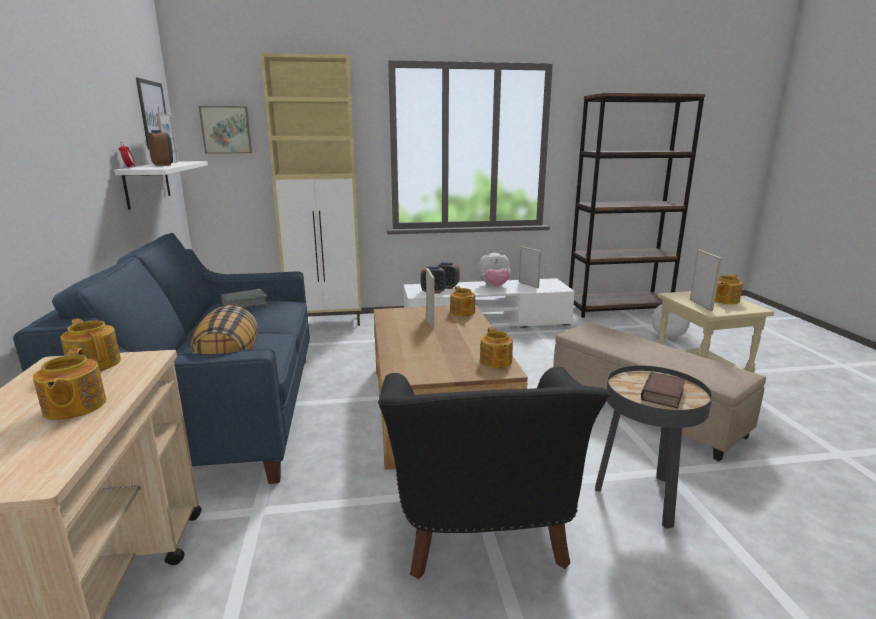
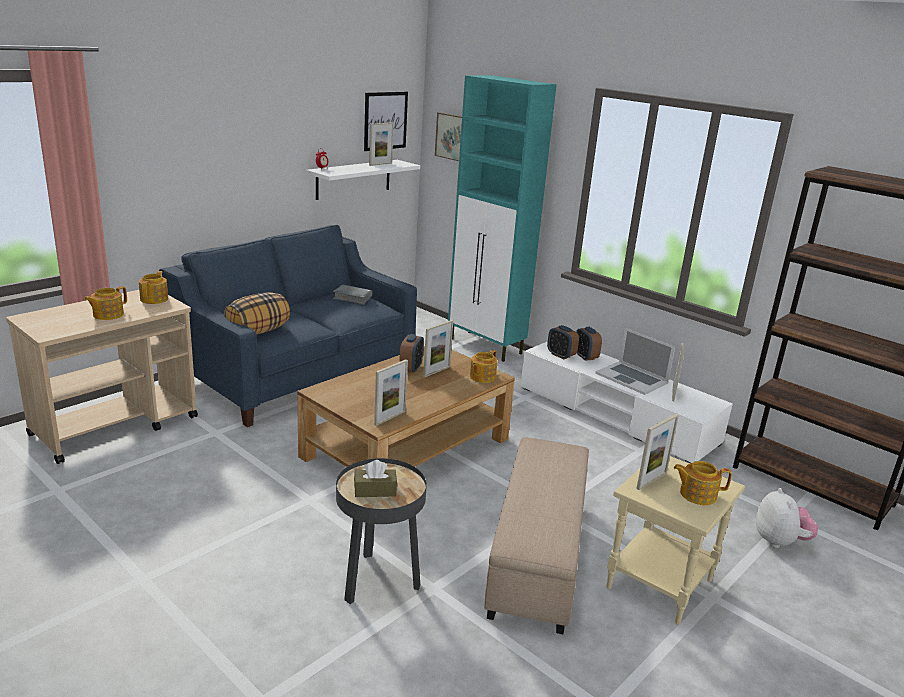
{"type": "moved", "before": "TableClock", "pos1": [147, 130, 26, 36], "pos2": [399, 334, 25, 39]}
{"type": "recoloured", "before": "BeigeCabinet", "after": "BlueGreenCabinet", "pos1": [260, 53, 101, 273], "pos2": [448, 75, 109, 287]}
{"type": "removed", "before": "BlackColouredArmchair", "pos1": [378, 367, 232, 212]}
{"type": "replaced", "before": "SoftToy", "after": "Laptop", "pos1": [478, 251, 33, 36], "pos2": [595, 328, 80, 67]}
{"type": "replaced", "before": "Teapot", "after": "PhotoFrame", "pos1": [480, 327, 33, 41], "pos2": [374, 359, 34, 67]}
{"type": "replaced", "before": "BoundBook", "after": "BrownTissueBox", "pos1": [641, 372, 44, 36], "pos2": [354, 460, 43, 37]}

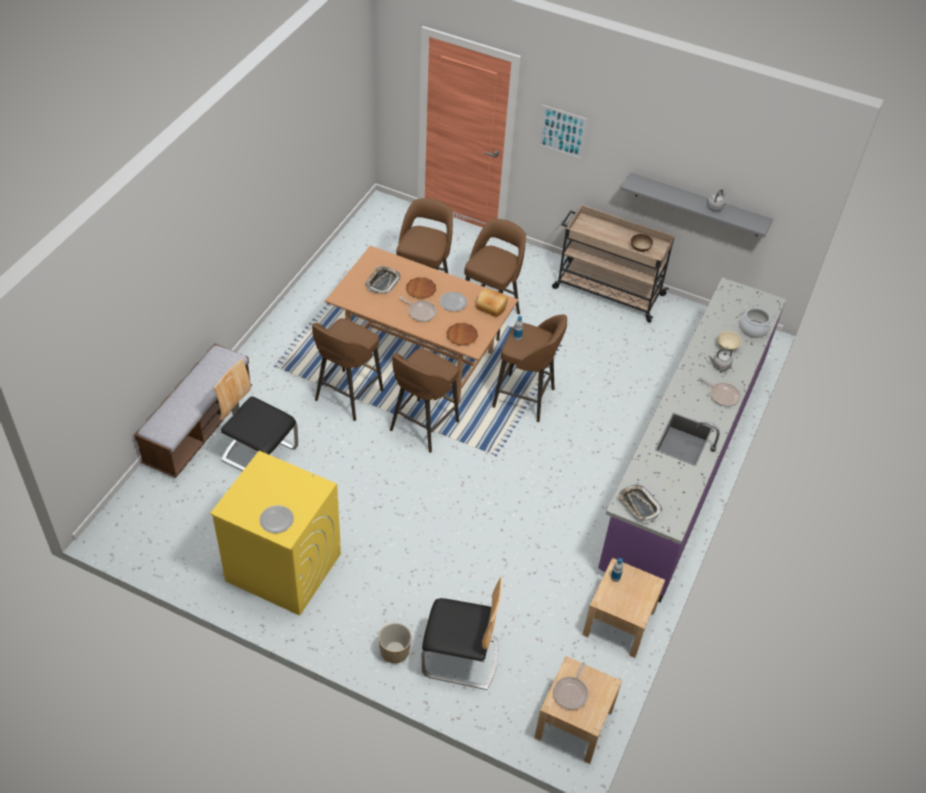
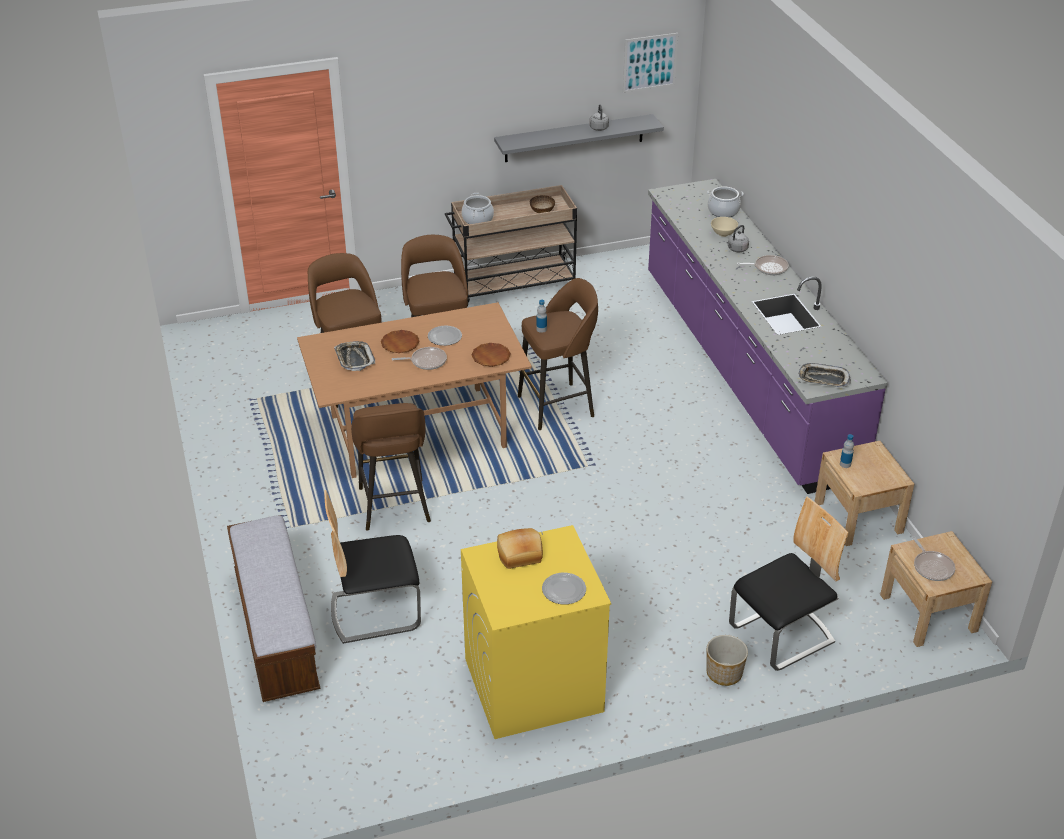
{"type": "removed", "before": "BrownSittingStool", "pos1": [390, 348, 69, 105]}
{"type": "moved", "before": "Bread", "pos1": [476, 289, 32, 28], "pos2": [497, 528, 46, 41]}
{"type": "moved", "before": "WallArt", "pos1": [538, 105, 50, 55], "pos2": [623, 33, 55, 60]}
{"type": "added", "after": "Stockpot", "pos2": [462, 193, 32, 31]}

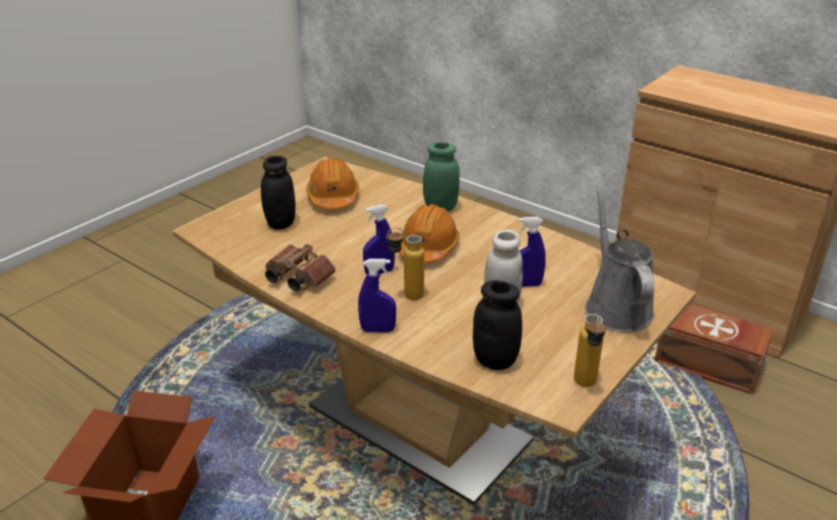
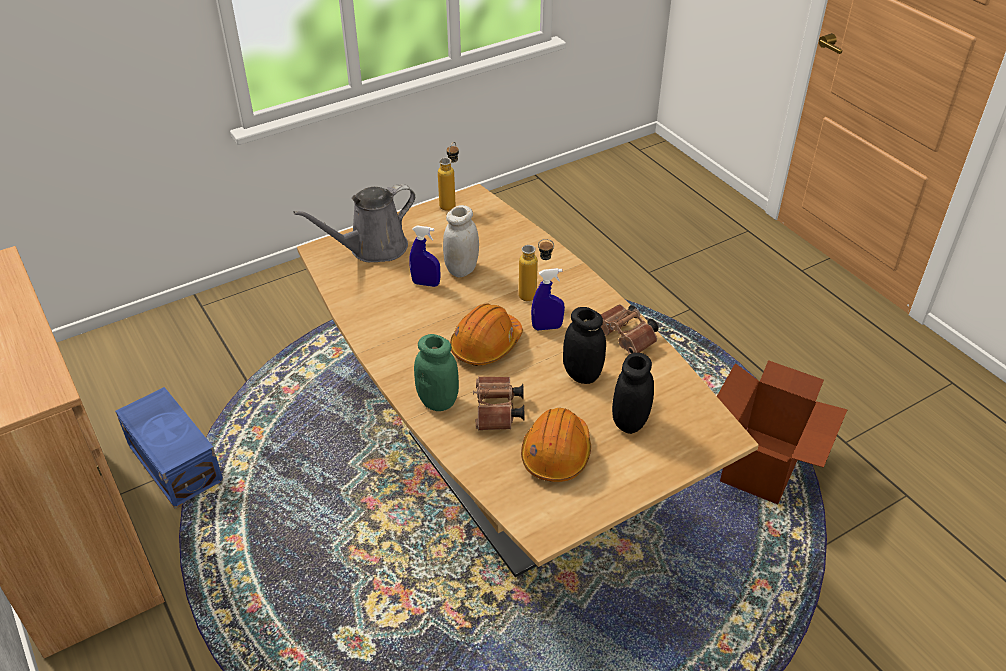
{"type": "removed", "before": "BlueSprayer", "pos1": [358, 259, 38, 74]}
{"type": "moved", "before": "BlackColouredJar", "pos1": [473, 280, 49, 90], "pos2": [563, 307, 43, 77]}
{"type": "turned", "before": "GreyWateringCan", "pos1": [585, 189, 69, 143], "pos2": [293, 184, 122, 78], "turn": 45}
{"type": "recoloured", "before": "BrownStorageBox", "after": "BlueStorageBox", "pos1": [654, 304, 120, 91], "pos2": [115, 387, 108, 122]}
{"type": "added", "after": "BrownFieldGlasses", "pos2": [473, 376, 51, 55]}

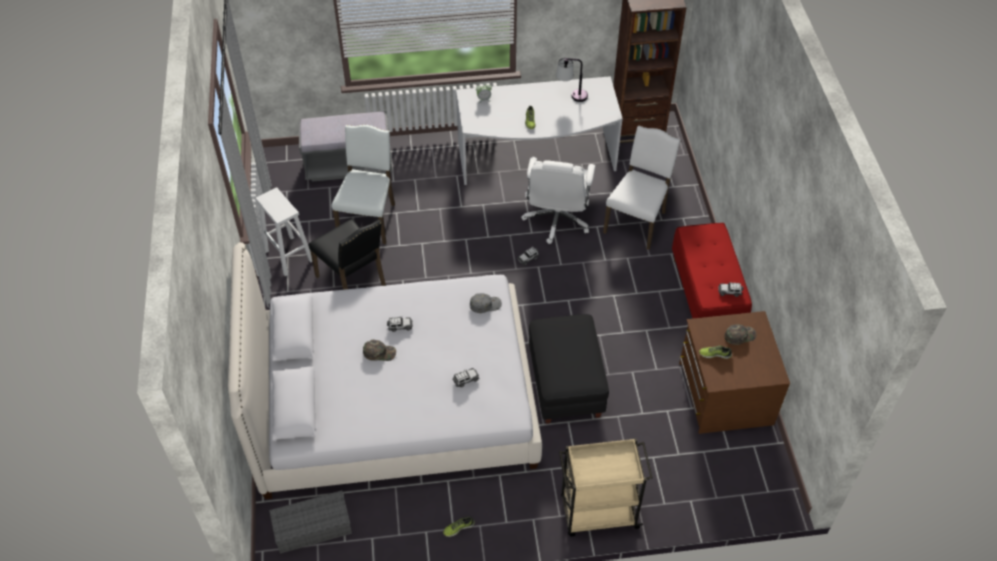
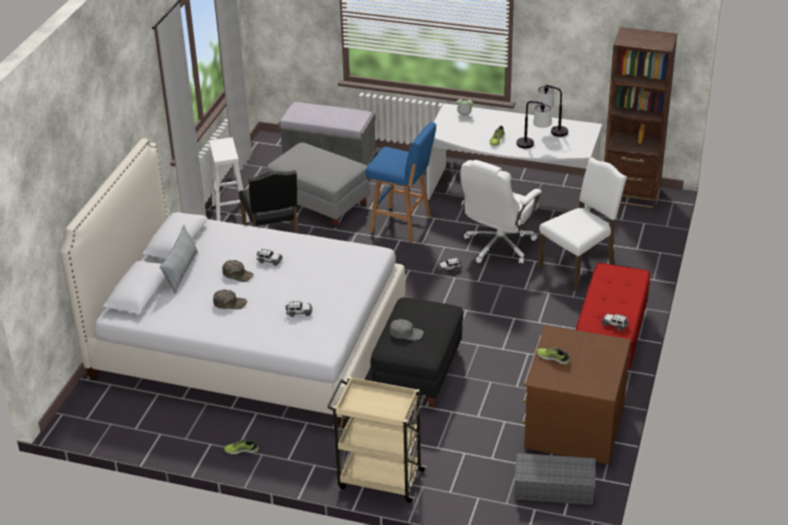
{"type": "moved", "before": "GreyStorageBox", "pos1": [269, 490, 83, 64], "pos2": [515, 453, 80, 52]}
{"type": "replaced", "before": "WhiteColouredChair", "after": "GreyFootrest", "pos1": [331, 125, 64, 119], "pos2": [267, 142, 103, 86]}
{"type": "moved", "before": "GreyCap", "pos1": [470, 293, 32, 20], "pos2": [390, 319, 33, 21]}
{"type": "moved", "before": "GreenColouredCap", "pos1": [725, 324, 32, 21], "pos2": [213, 289, 34, 20]}
{"type": "added", "after": "Pillow", "pos2": [160, 225, 38, 69]}
{"type": "added", "after": "BlueSittingStool", "pos2": [365, 122, 71, 121]}
{"type": "added", "after": "TabletopLamp", "pos2": [517, 101, 35, 47]}

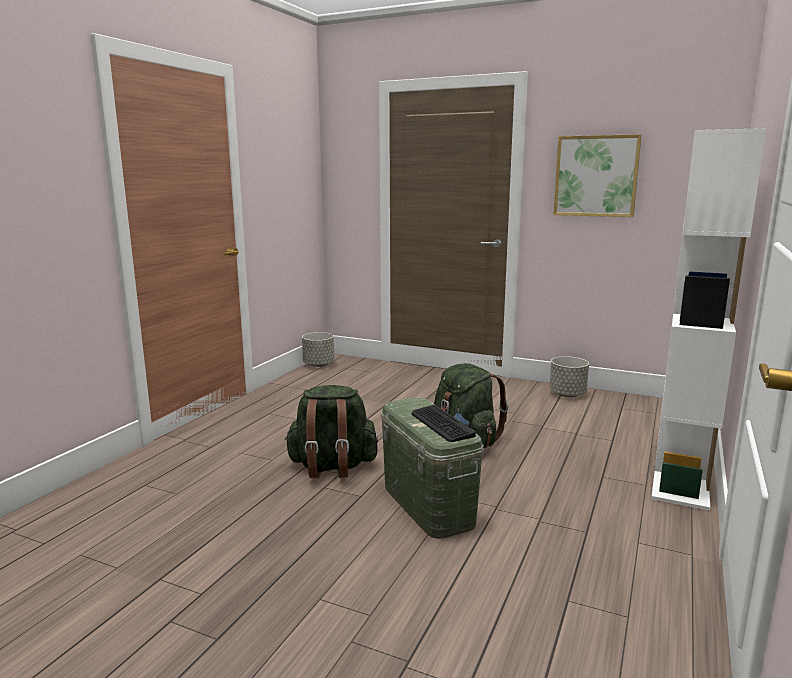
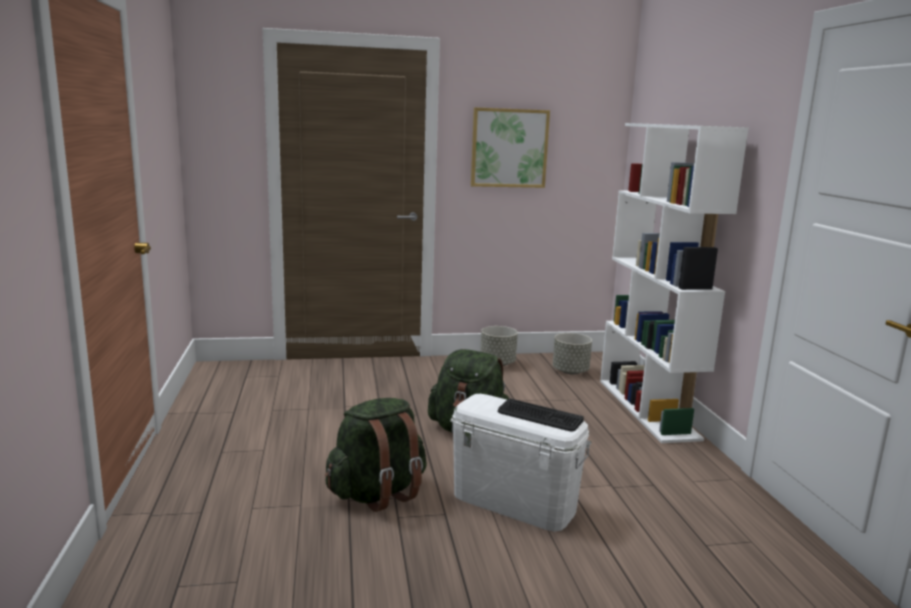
{"type": "moved", "before": "GreyFlowerPot", "pos1": [302, 332, 32, 35], "pos2": [553, 333, 39, 41]}
{"type": "recoloured", "before": "GreenColouredStorageBox", "after": "WhiteColouredStorageBox", "pos1": [381, 397, 103, 142], "pos2": [450, 394, 141, 138]}

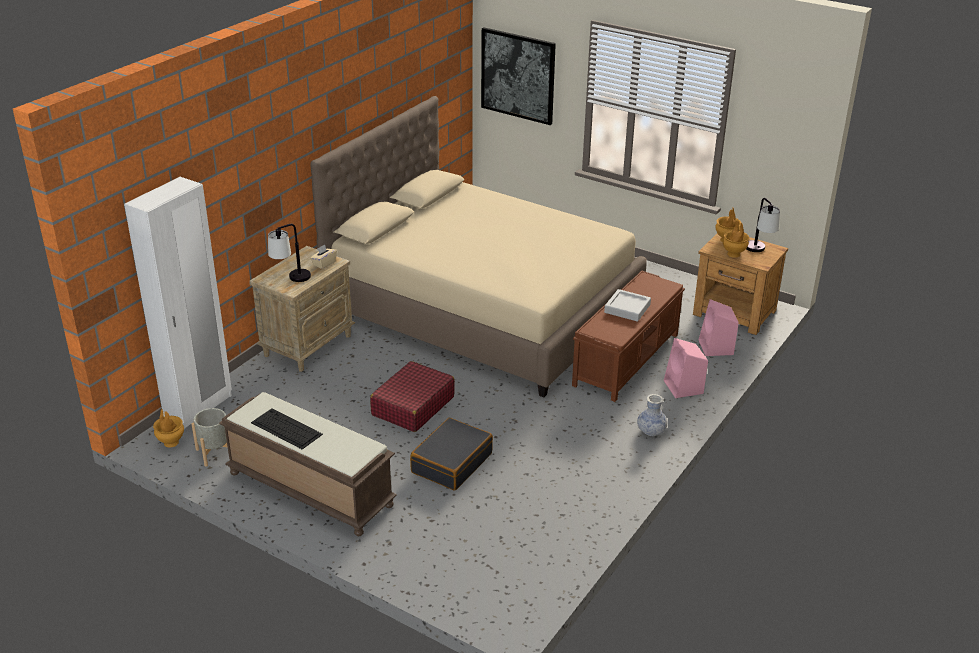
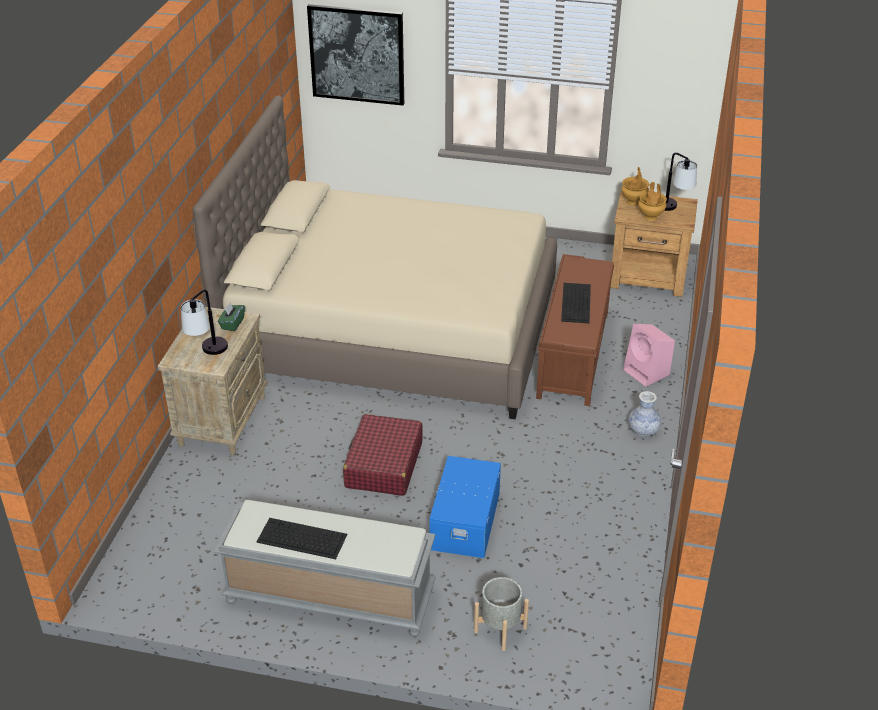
{"type": "removed", "before": "WhiteColouredWardrobe", "pos1": [124, 177, 108, 252]}
{"type": "removed", "before": "BrownVase", "pos1": [153, 409, 31, 38]}
{"type": "moved", "before": "GreyFlowerPot", "pos1": [191, 408, 37, 59], "pos2": [474, 577, 55, 74]}
{"type": "recoloured", "before": "BrownLongSeat", "after": "GreyLongSeat", "pos1": [219, 392, 178, 144], "pos2": [214, 500, 222, 137]}
{"type": "recoloured", "before": "BeigeTissueBox", "after": "GreenColouredTissueBox", "pos1": [310, 245, 27, 24], "pos2": [218, 302, 27, 29]}
{"type": "replaced", "before": "BlackColouredTravelCase", "after": "BlueStorageBox", "pos1": [410, 418, 83, 73], "pos2": [429, 456, 72, 102]}
{"type": "replaced", "before": "GreyCarryingTray", "after": "ComputerKeyboard", "pos1": [604, 289, 47, 33], "pos2": [561, 283, 30, 40]}
{"type": "removed", "before": "PinkColouredLoudspeaker", "pos1": [699, 299, 40, 57]}

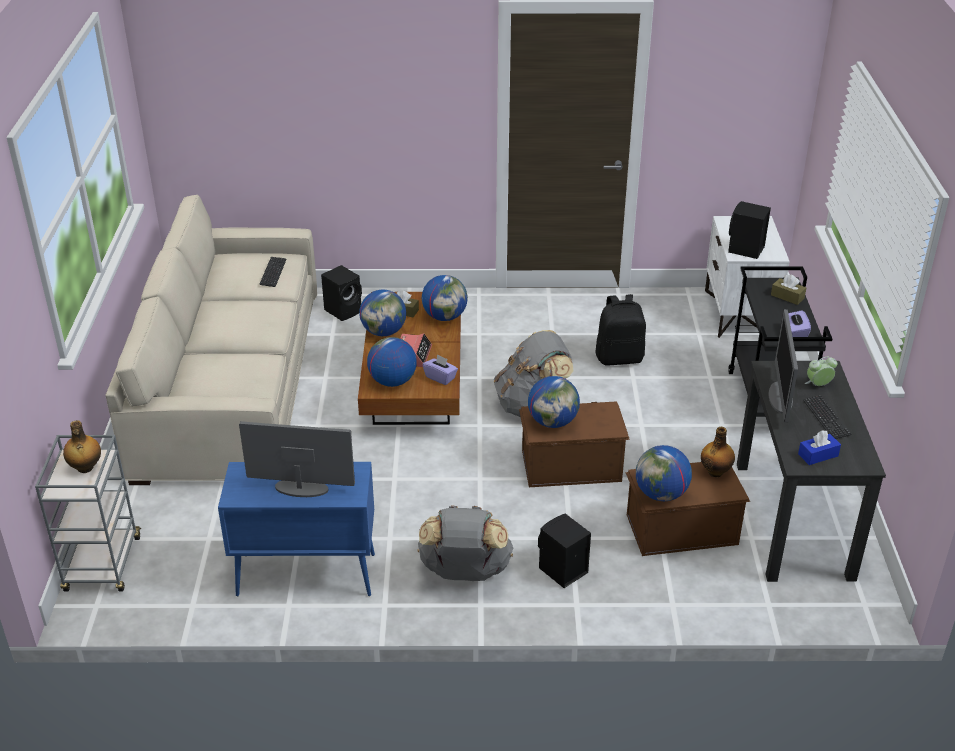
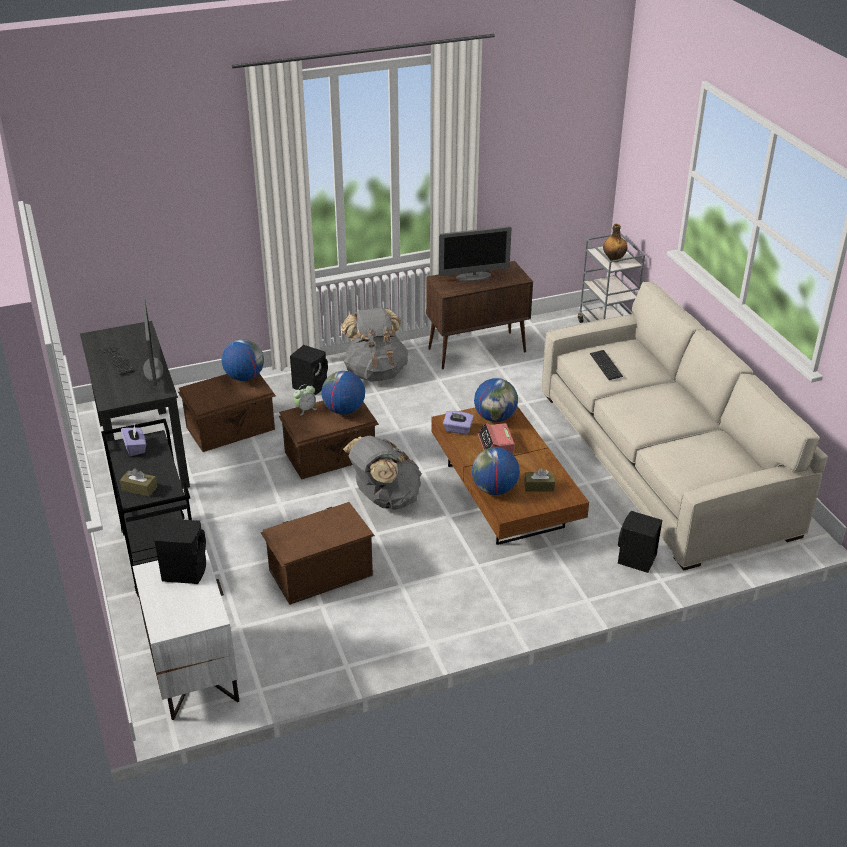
{"type": "recoloured", "before": "BlueCabinet", "after": "BrownCabinet", "pos1": [218, 462, 157, 134], "pos2": [426, 261, 107, 108]}
{"type": "moved", "before": "ComputerKeyboard", "pos1": [260, 257, 26, 30], "pos2": [590, 350, 33, 30]}
{"type": "removed", "before": "DeskGlobe", "pos1": [360, 289, 46, 47]}
{"type": "replaced", "before": "BlackColouredKnapsack", "after": "BrownStorageBox", "pos1": [595, 294, 51, 72], "pos2": [261, 502, 114, 103]}
{"type": "removed", "before": "DrinkBottle", "pos1": [701, 427, 34, 50]}
{"type": "removed", "before": "BlueTissueBox", "pos1": [798, 430, 43, 35]}
{"type": "moved", "before": "TableClock", "pos1": [804, 357, 34, 29], "pos2": [293, 384, 24, 31]}

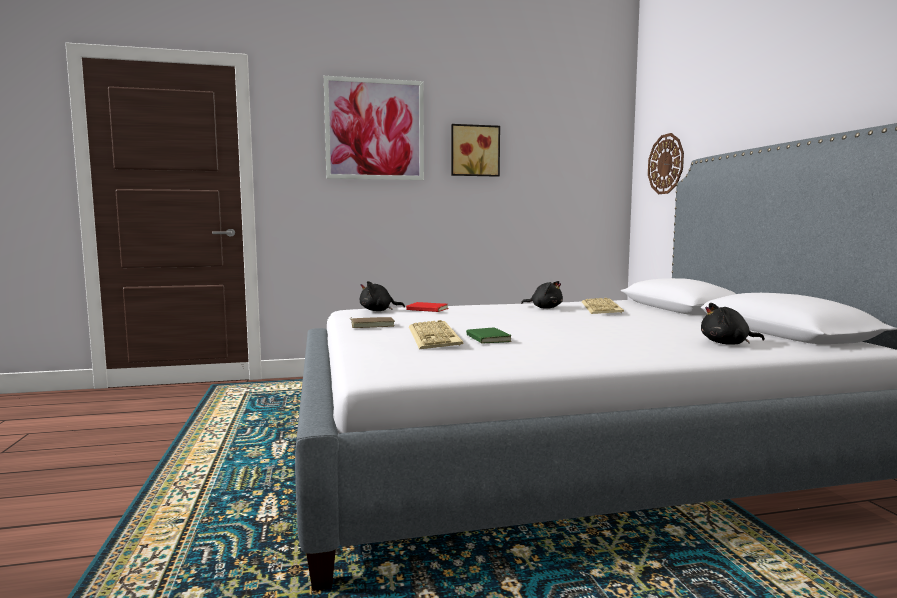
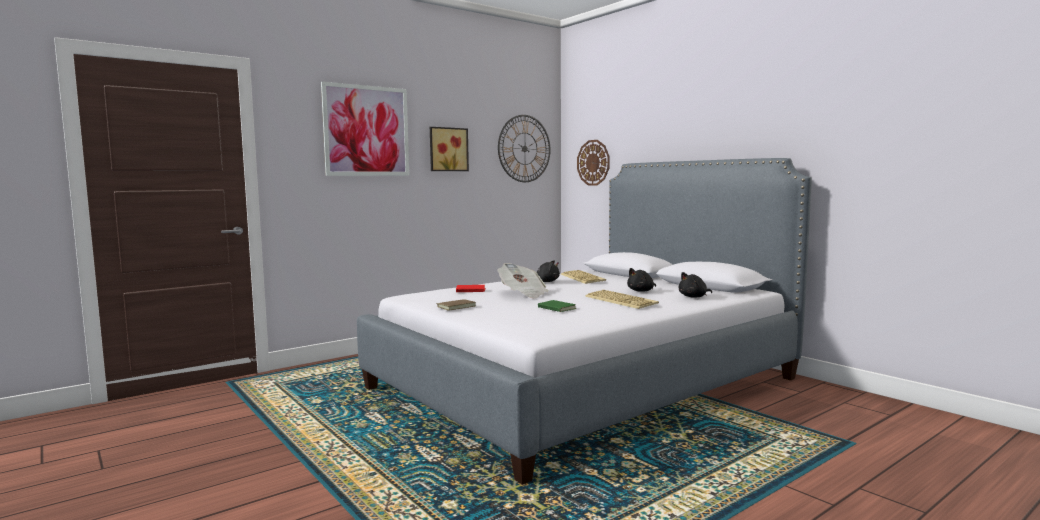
{"type": "moved", "before": "BlackColouredSoftToy", "pos1": [360, 281, 45, 30], "pos2": [627, 268, 29, 24]}
{"type": "moved", "before": "ComputerKeyboard", "pos1": [409, 320, 54, 29], "pos2": [585, 290, 74, 19]}
{"type": "added", "after": "DailyPaper", "pos2": [497, 263, 51, 35]}
{"type": "added", "after": "WallClock", "pos2": [498, 115, 53, 67]}

